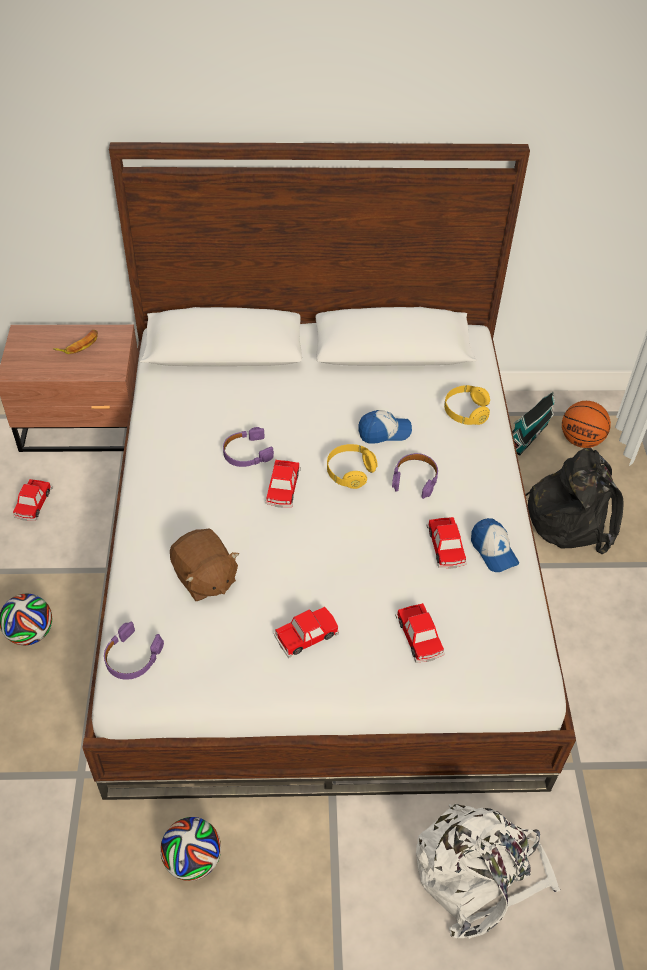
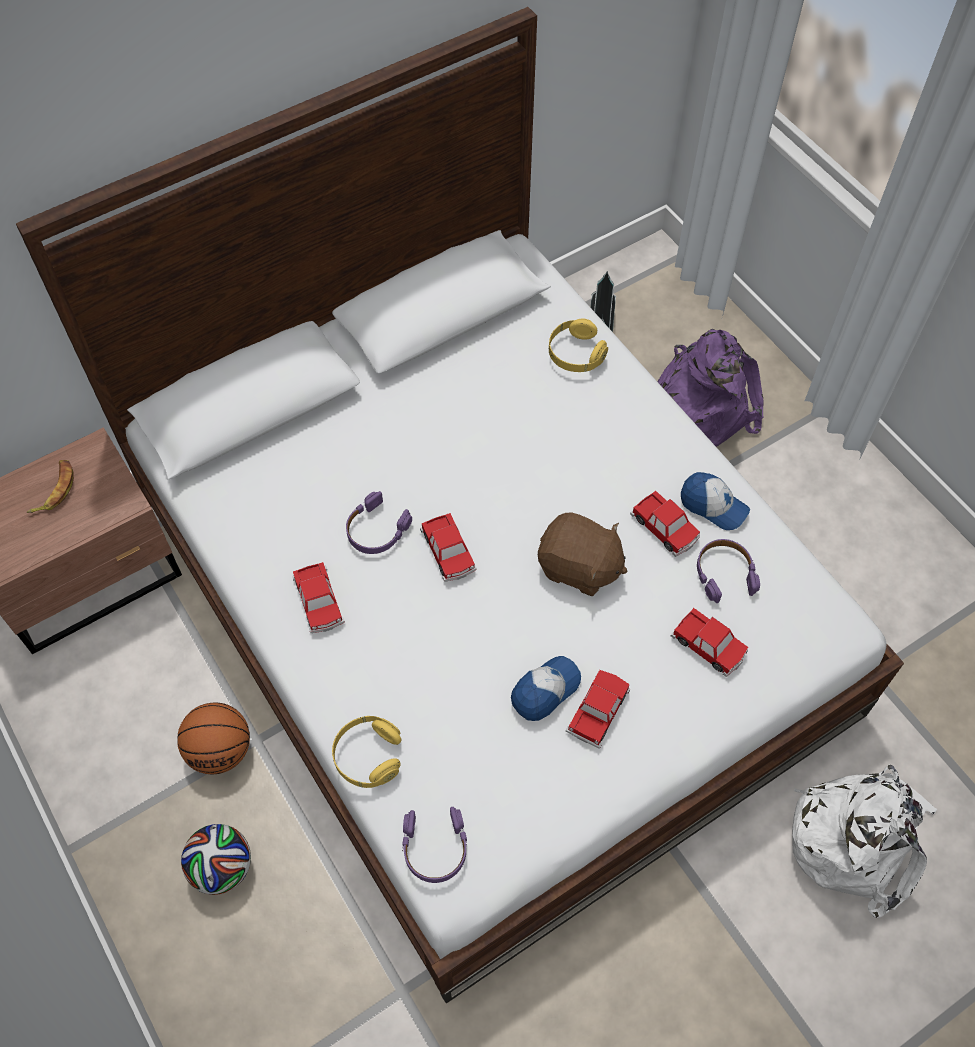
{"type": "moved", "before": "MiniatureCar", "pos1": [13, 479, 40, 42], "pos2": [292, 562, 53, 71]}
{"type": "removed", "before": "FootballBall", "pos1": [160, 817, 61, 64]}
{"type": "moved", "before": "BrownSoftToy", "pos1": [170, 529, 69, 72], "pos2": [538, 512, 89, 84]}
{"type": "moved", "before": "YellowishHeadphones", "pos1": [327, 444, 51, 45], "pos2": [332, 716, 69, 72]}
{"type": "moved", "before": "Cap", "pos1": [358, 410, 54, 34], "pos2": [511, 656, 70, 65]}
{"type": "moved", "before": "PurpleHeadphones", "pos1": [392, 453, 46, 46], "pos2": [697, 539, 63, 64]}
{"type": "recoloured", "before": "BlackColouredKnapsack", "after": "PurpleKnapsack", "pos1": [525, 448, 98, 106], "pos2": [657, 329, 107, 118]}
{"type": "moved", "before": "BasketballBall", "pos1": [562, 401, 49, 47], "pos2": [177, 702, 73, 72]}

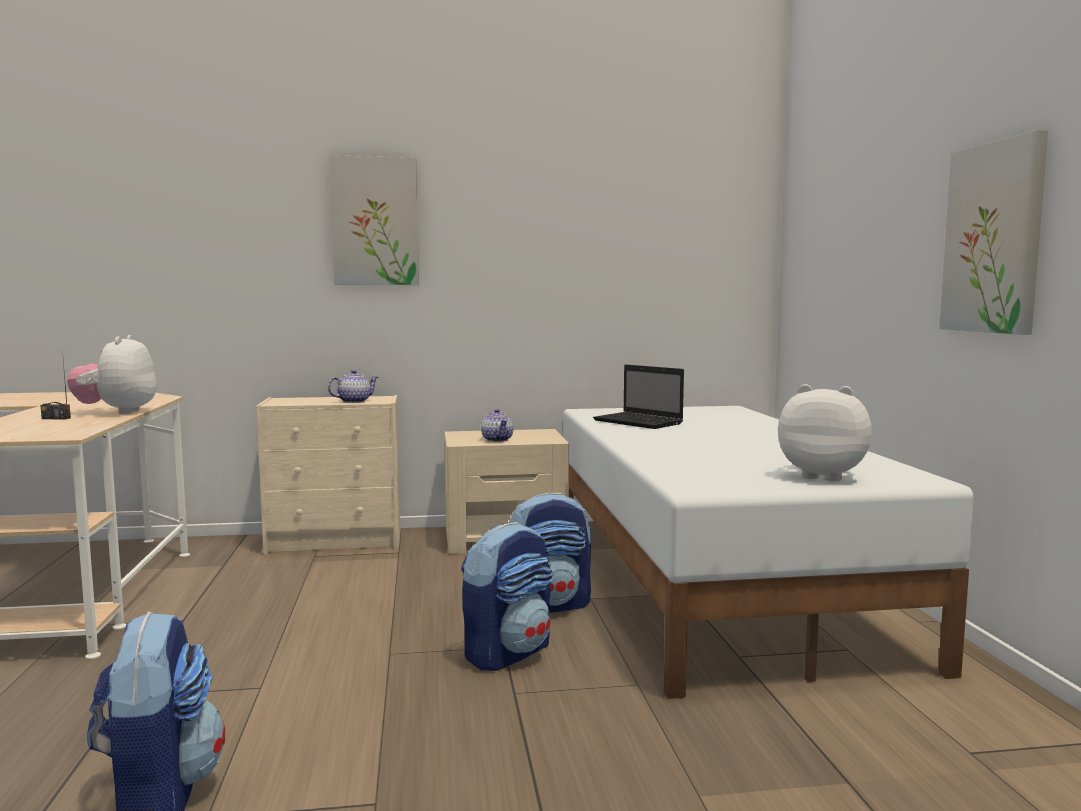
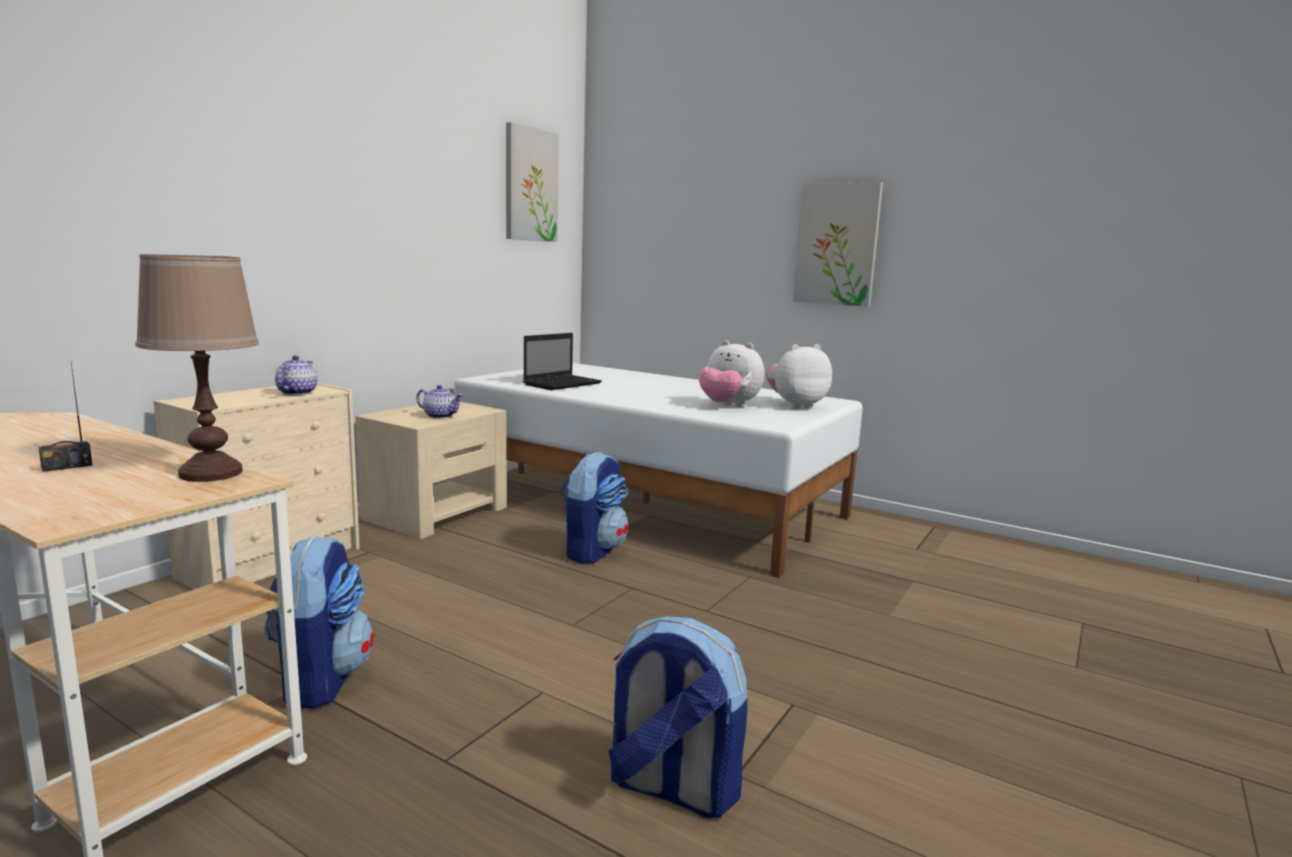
{"type": "moved", "before": "SoftToy", "pos1": [67, 335, 90, 79], "pos2": [699, 340, 65, 67]}
{"type": "moved", "before": "WallArt", "pos1": [330, 155, 89, 130], "pos2": [506, 122, 53, 120]}
{"type": "moved", "before": "Knapsack", "pos1": [461, 522, 92, 149], "pos2": [265, 535, 109, 174]}
{"type": "turned", "before": "Laptop", "pos1": [593, 364, 91, 65], "pos2": [523, 333, 79, 57], "turn": -45}
{"type": "added", "after": "BrownTabletopLamp", "pos2": [135, 254, 124, 228]}

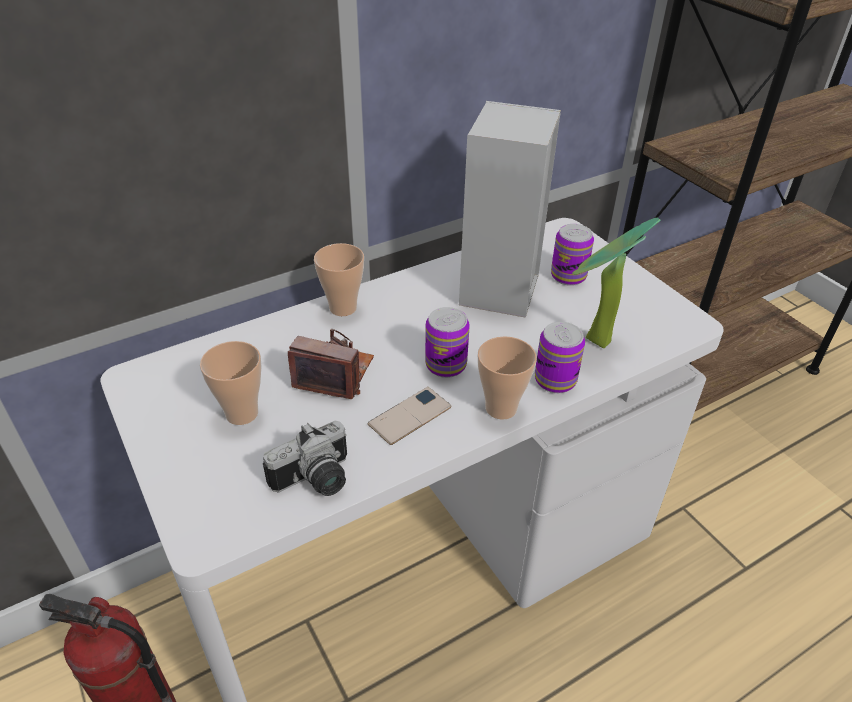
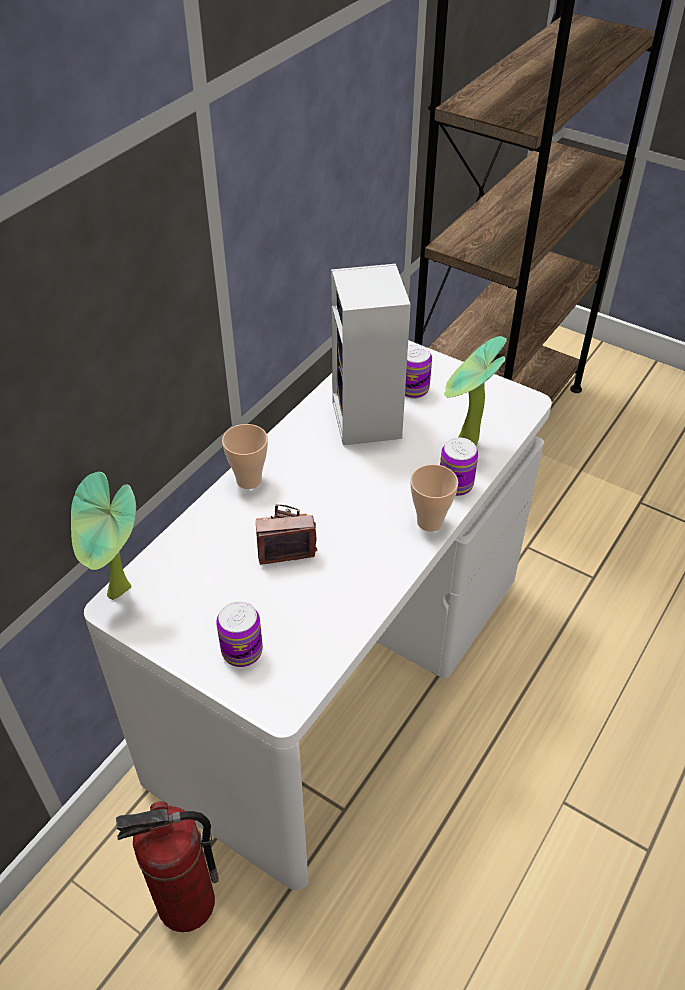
{"type": "removed", "before": "Cup", "pos1": [200, 341, 61, 84]}
{"type": "removed", "before": "StillCamera", "pos1": [263, 421, 84, 75]}
{"type": "removed", "before": "Handset", "pos1": [368, 387, 84, 58]}
{"type": "moved", "before": "SealedCan", "pos1": [425, 307, 45, 71], "pos2": [216, 601, 47, 66]}
{"type": "added", "after": "PottedPlant", "pos2": [71, 472, 65, 128]}

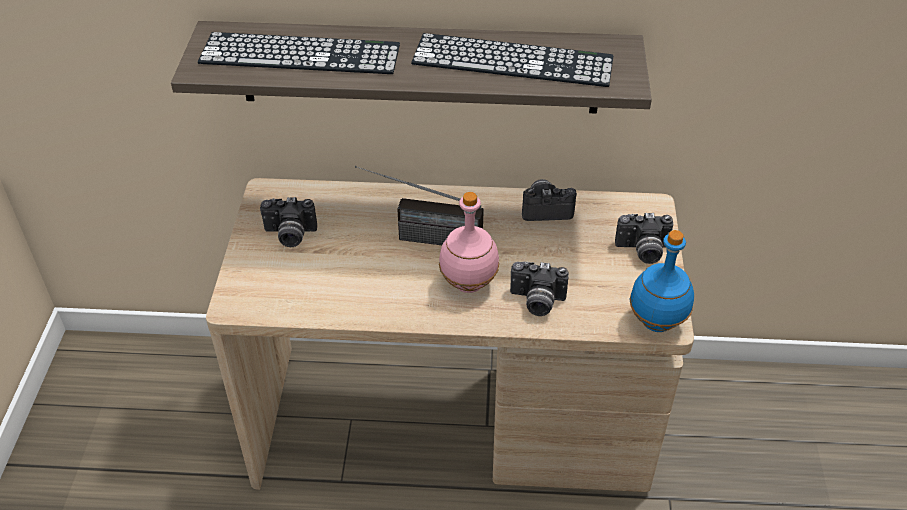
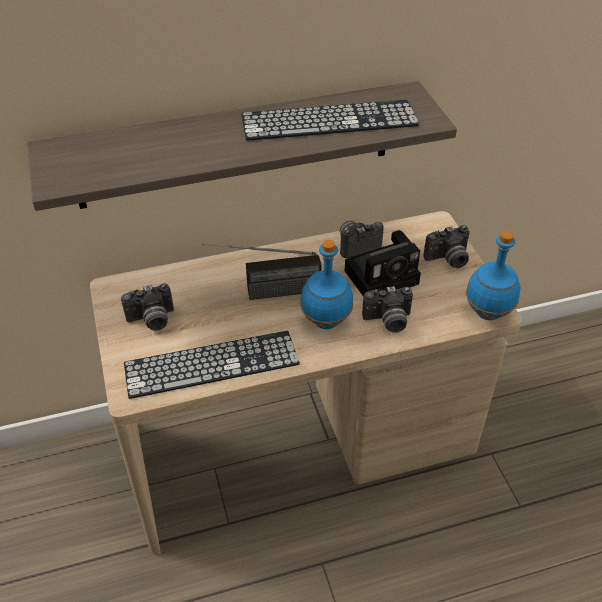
{"type": "moved", "before": "ComputerKeyboard", "pos1": [198, 32, 202, 42], "pos2": [124, 331, 176, 68]}
{"type": "recoloured", "before": "PinkColouredDrinkBottle", "after": "BlueDrinkBottle", "pos1": [439, 192, 60, 101], "pos2": [300, 240, 53, 89]}
{"type": "added", "after": "StillCamera", "pos2": [345, 230, 76, 67]}

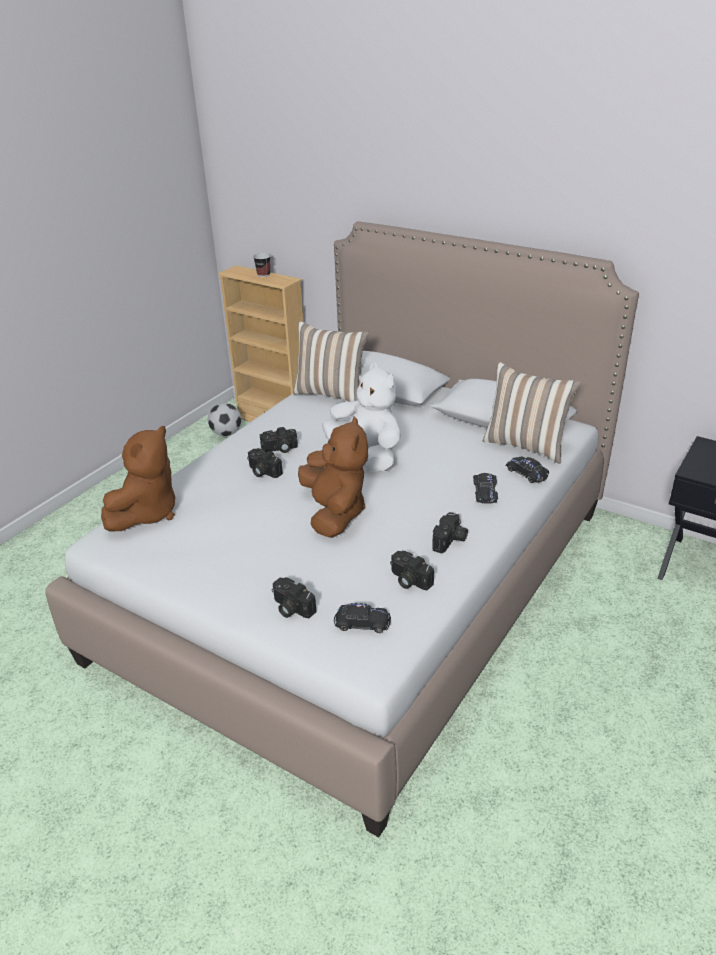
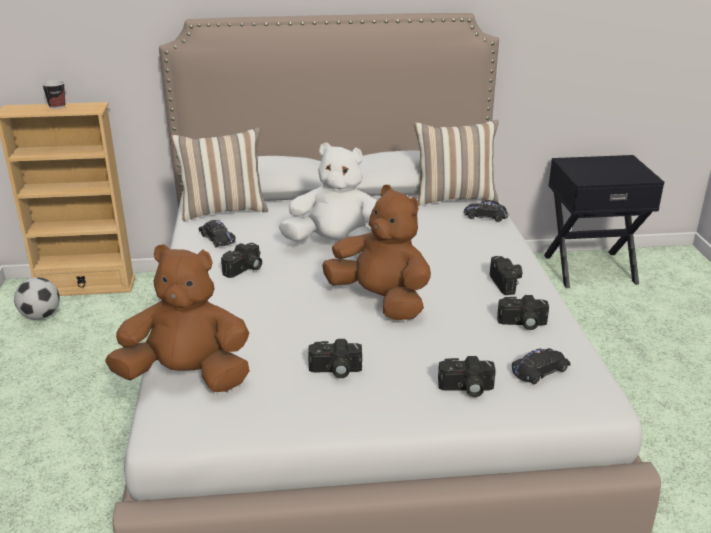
{"type": "turned", "before": "BrownSoftToy", "pos1": [101, 426, 74, 106], "pos2": [105, 244, 144, 148], "turn": -75}
{"type": "moved", "before": "StillCamera", "pos1": [247, 448, 36, 30], "pos2": [308, 339, 54, 39]}
{"type": "moved", "before": "BlackColouredMiniatureCar", "pos1": [473, 473, 25, 31], "pos2": [198, 220, 38, 28]}

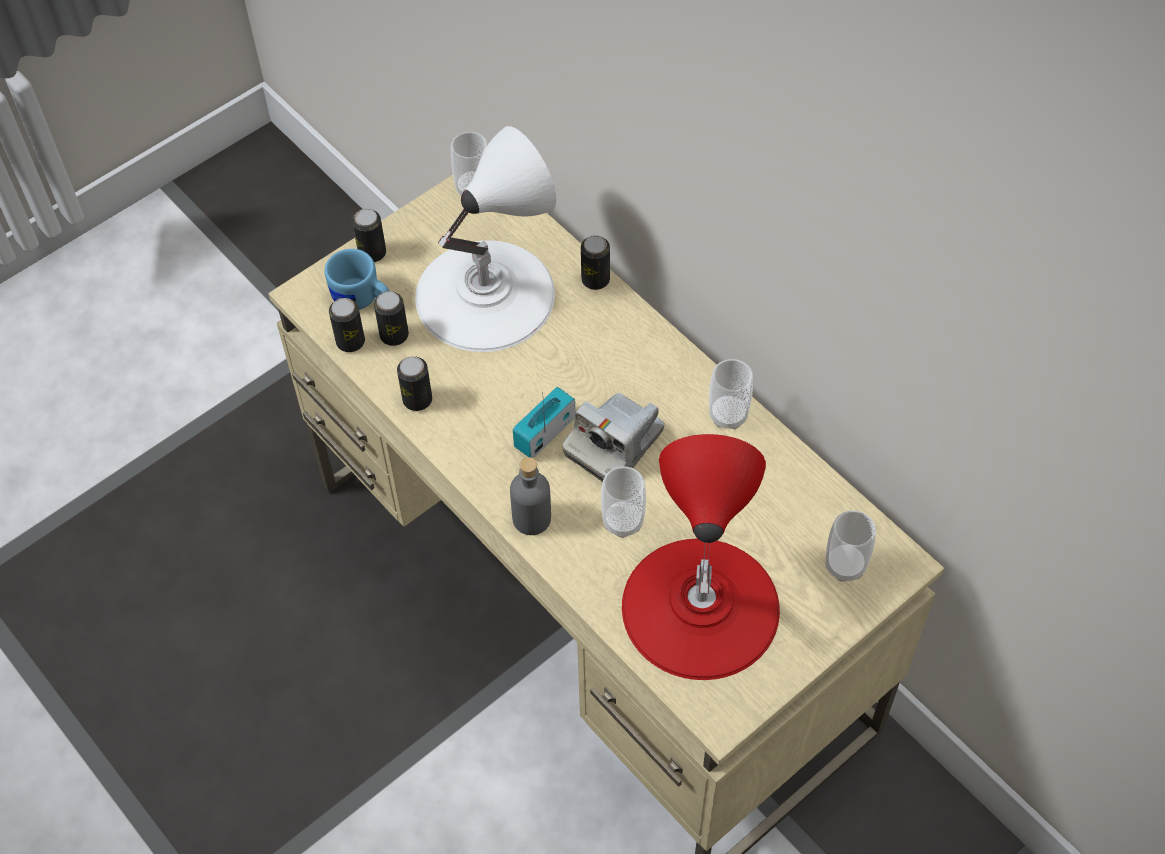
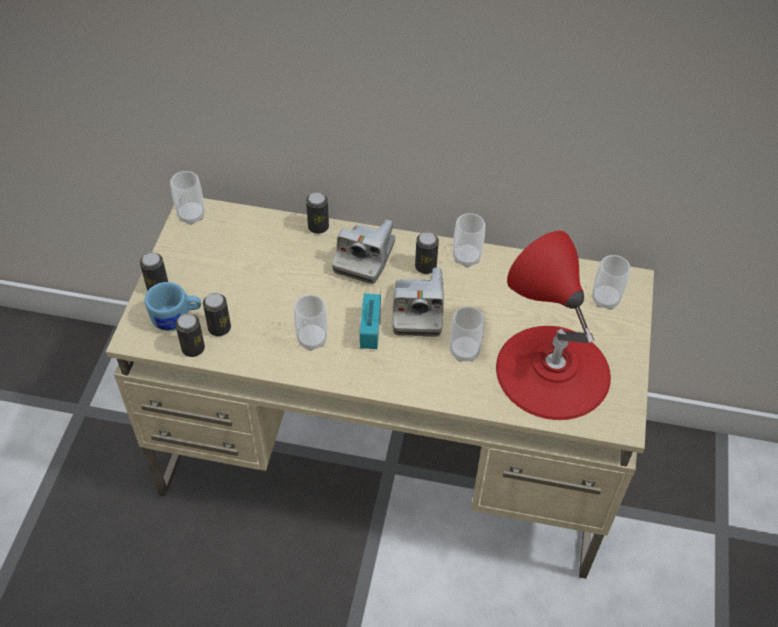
{"type": "moved", "before": "SealedCan", "pos1": [397, 356, 35, 55], "pos2": [415, 232, 24, 42]}
{"type": "removed", "before": "WhiteColouredTabletopLamp", "pos1": [415, 126, 141, 226]}
{"type": "removed", "before": "GreyDrinkBottle", "pos1": [510, 457, 41, 78]}
{"type": "added", "after": "Cup", "pos2": [294, 295, 33, 56]}
{"type": "added", "after": "StillCamera", "pos2": [332, 220, 64, 64]}

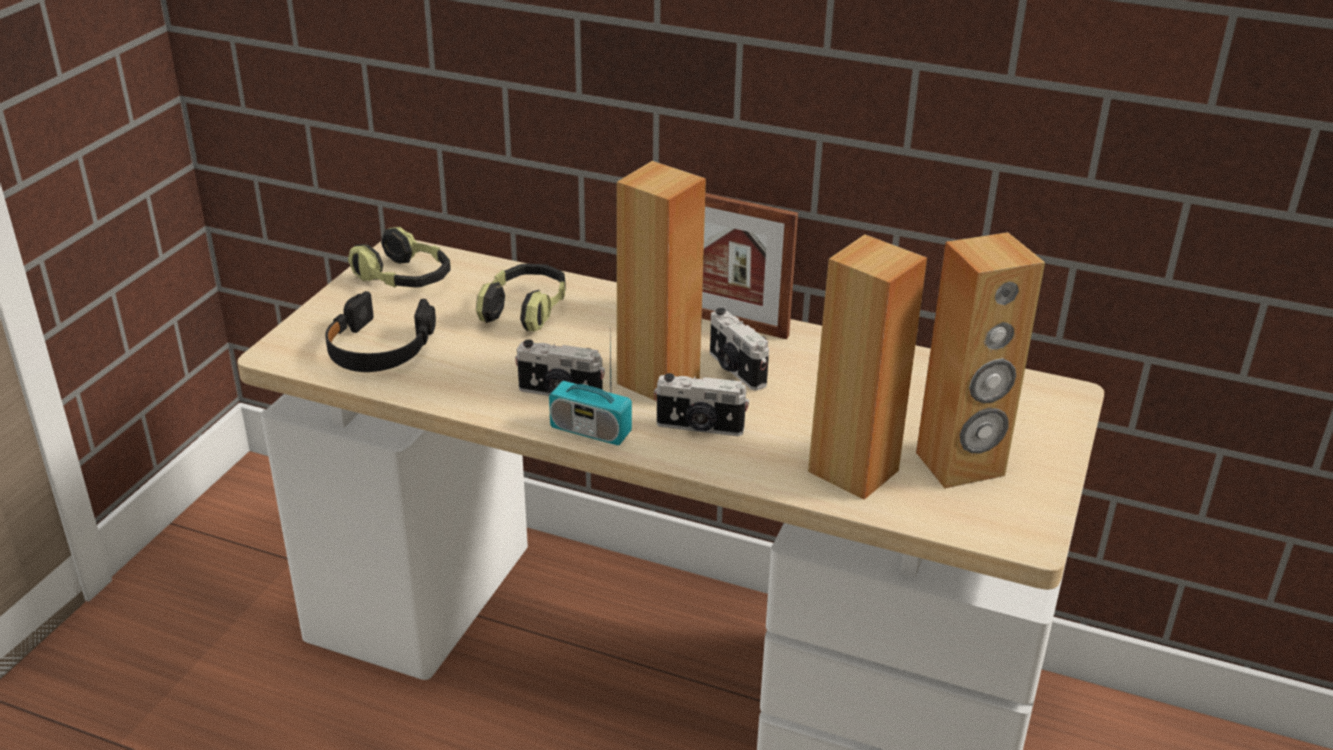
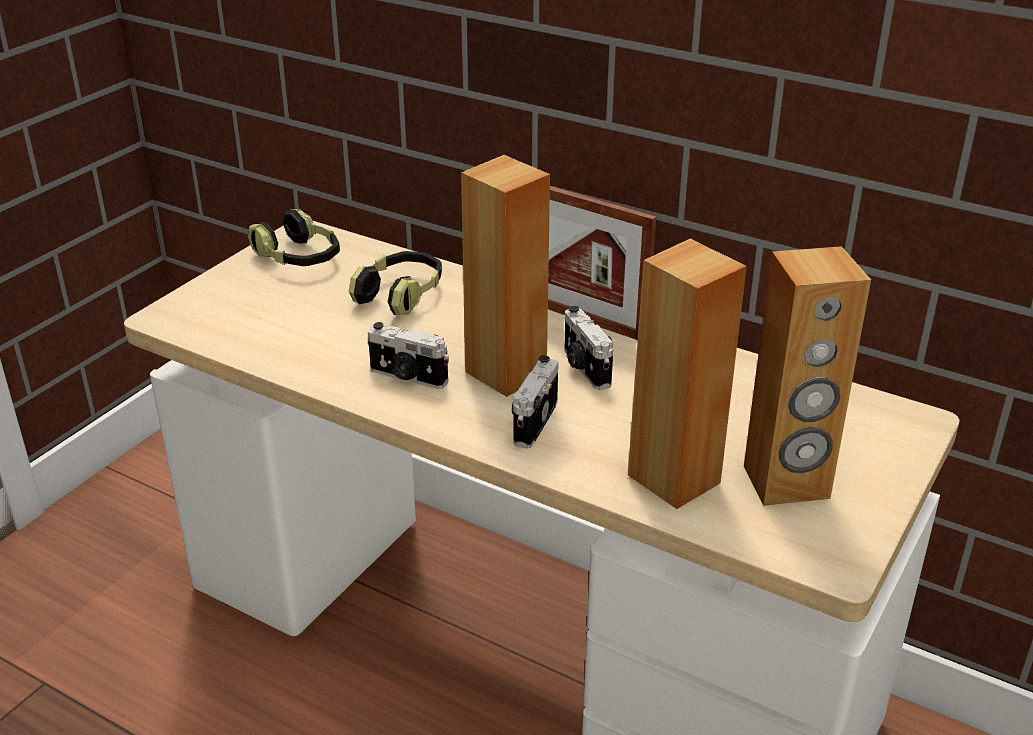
{"type": "removed", "before": "BlackColouredHeadphones", "pos1": [325, 291, 111, 81]}
{"type": "removed", "before": "RadioSet", "pos1": [549, 342, 83, 103]}
{"type": "turned", "before": "StillCamera", "pos1": [654, 373, 95, 63], "pos2": [512, 355, 46, 93], "turn": 90}

